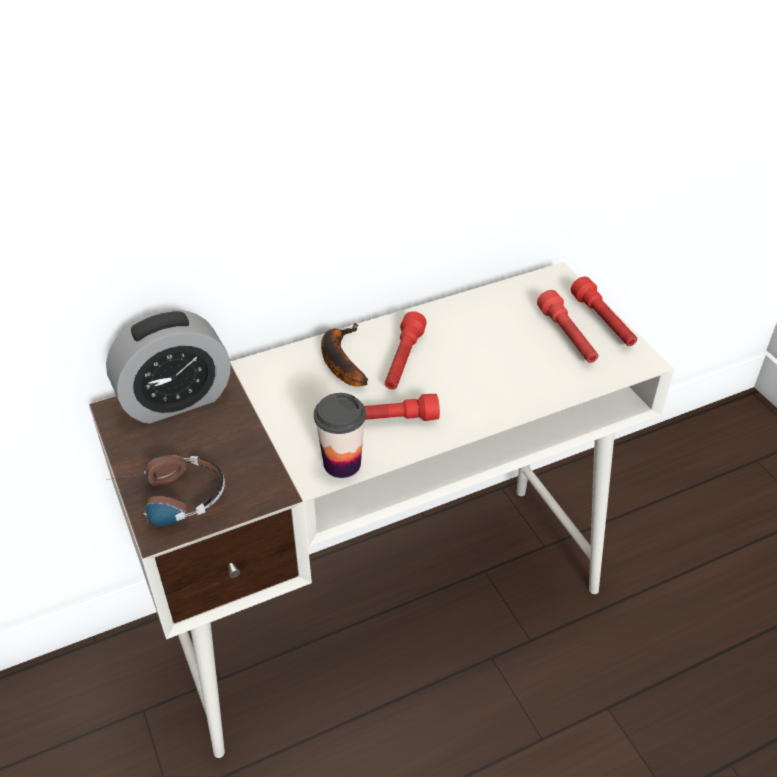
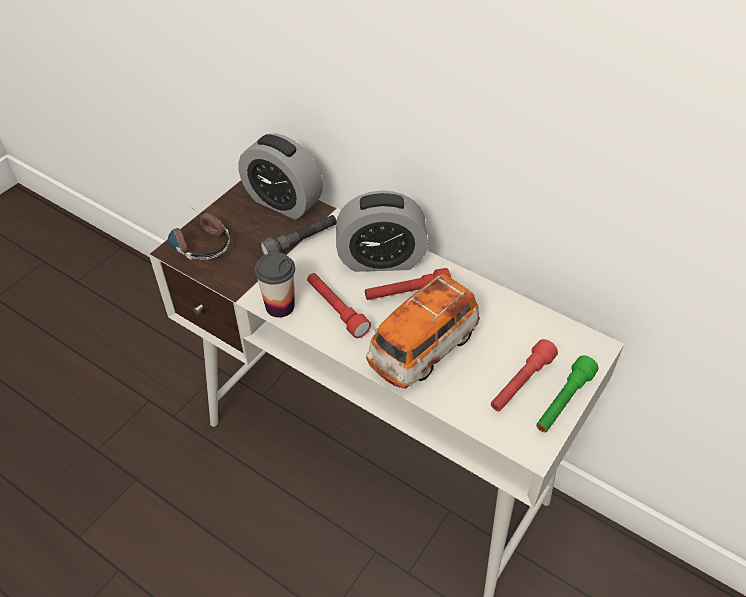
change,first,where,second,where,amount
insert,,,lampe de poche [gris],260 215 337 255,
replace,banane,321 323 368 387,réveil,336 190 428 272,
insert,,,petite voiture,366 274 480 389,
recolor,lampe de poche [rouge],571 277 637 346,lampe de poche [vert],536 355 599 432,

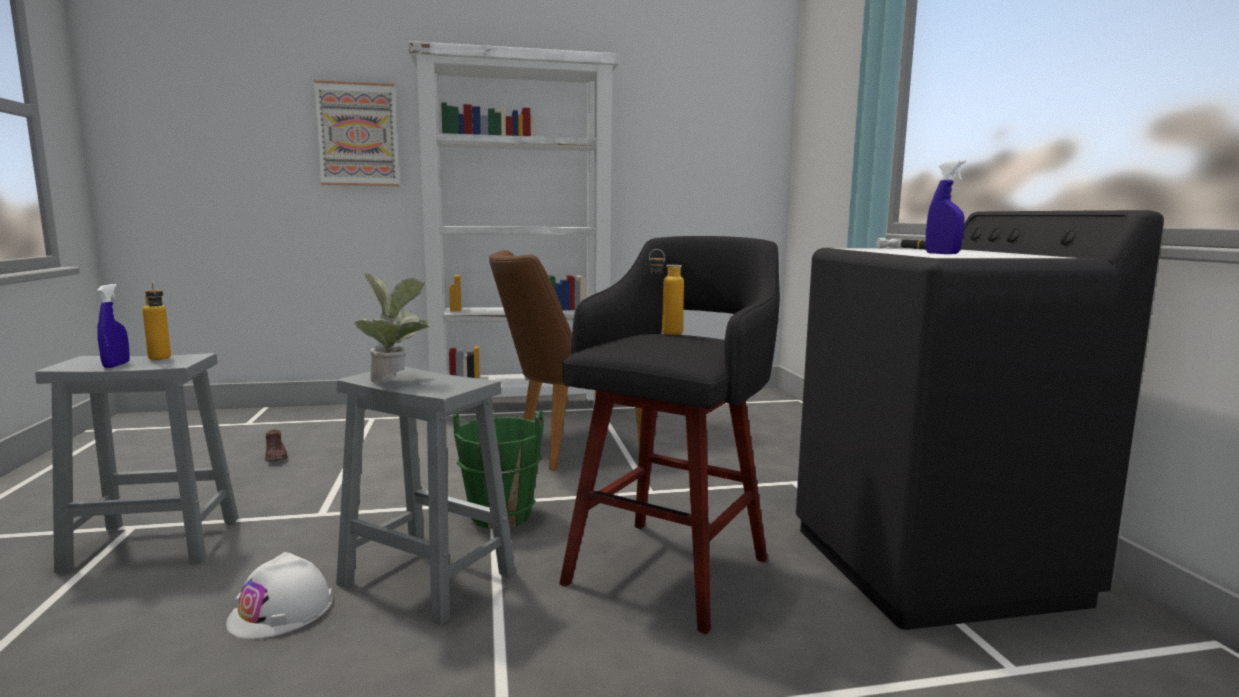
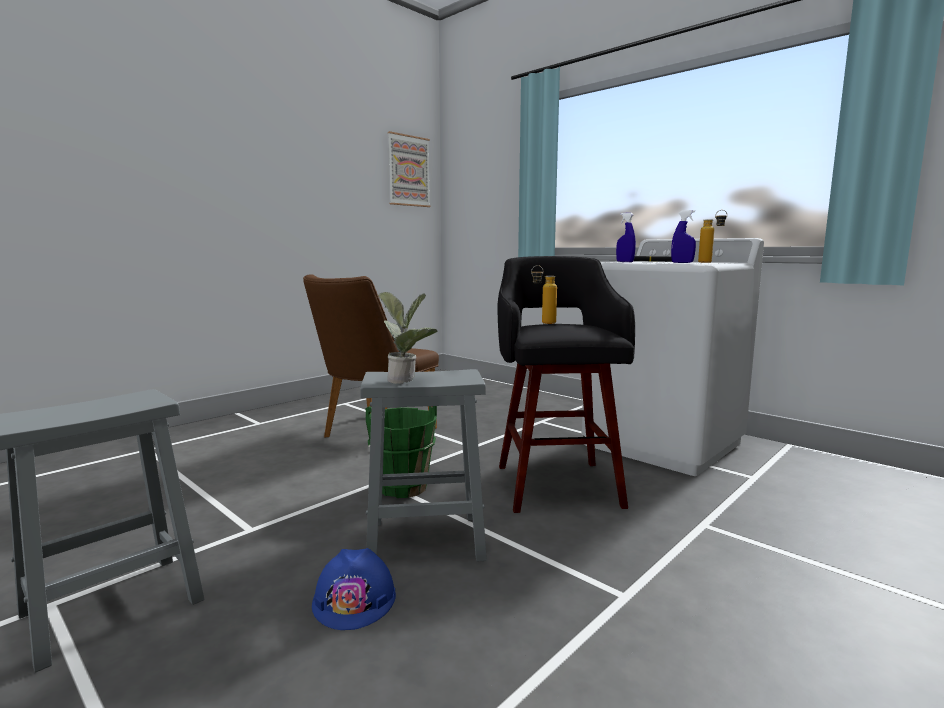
change,first,where,second,where,amount
recolor,casque de chantier [blanc],226 552 333 639,casque de chantier [bleu],312 548 396 630,
move,tableau,314 80 400 186,,388 131 431 207,
recolor,lave-linge [noir],796 210 1164 630,lave-linge [blanc],581 238 764 476,
move,vaporisateur [bleu],97 284 130 368,,616 213 636 262,
move,bouteille,142 281 171 360,,698 210 727 263,
delete,chaussure [marron],265 430 288 461,,,
delete,bibliothèque [blanc],409 41 619 418,,,

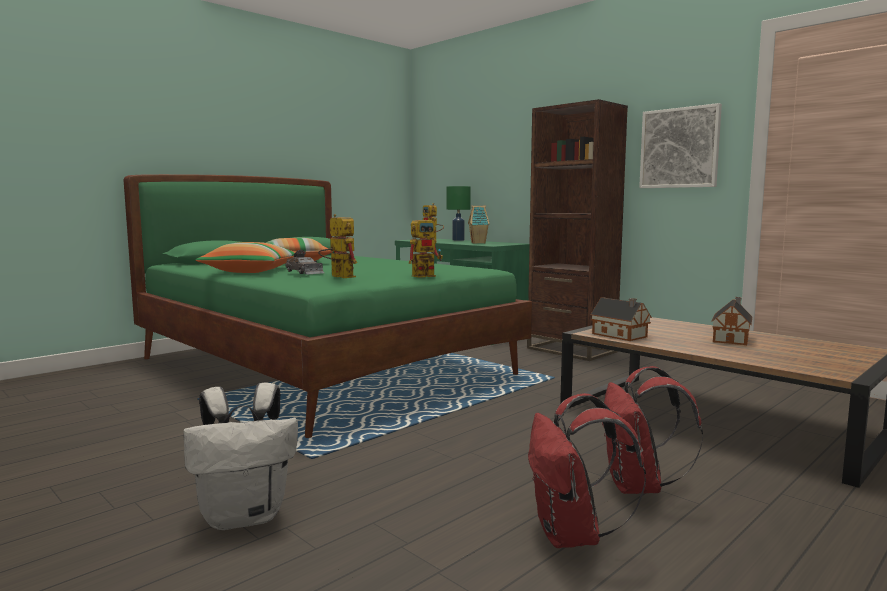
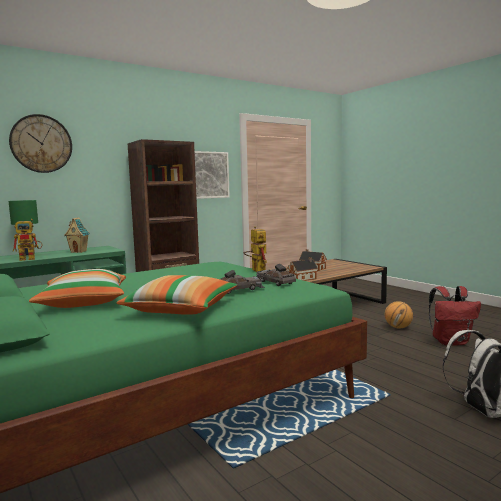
change,first,where,second,where,amount
insert,,,horloge murale,9 114 72 173,
replace,robot jouet,318 214 357 278,petite voiture [gris],257 264 296 286,
replace,sac à dos [rouge],602 366 703 494,ballon de basket,385 301 413 329,

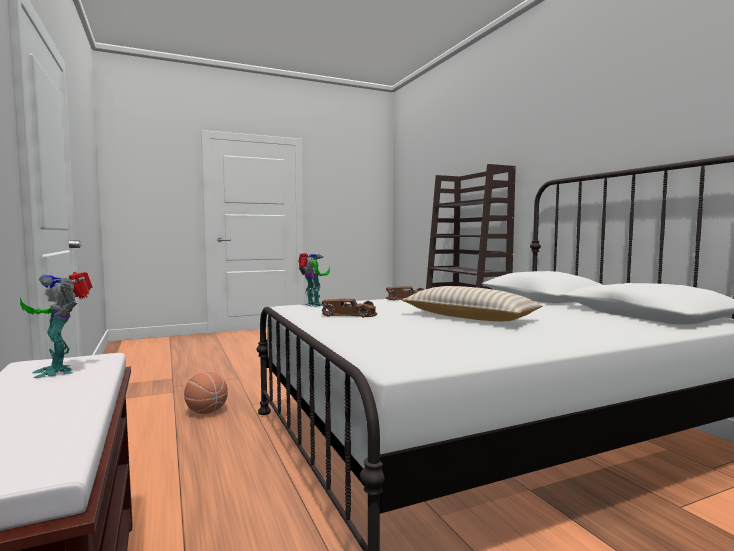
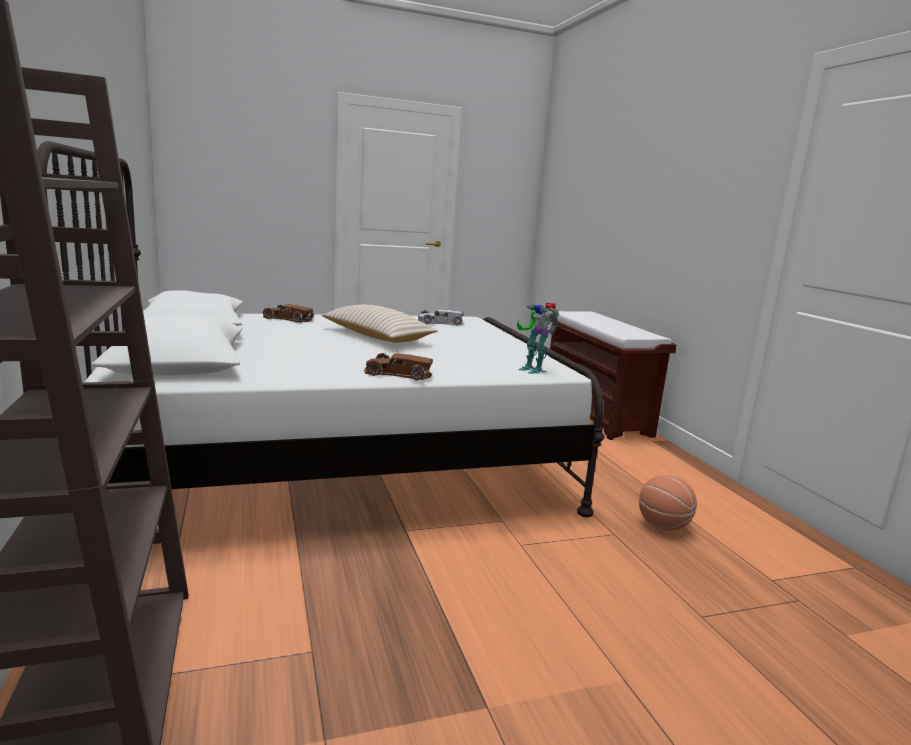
change,first,where,second,where,amount
move,petite voiture [marron],322 299 378 318,,263 304 314 323,
insert,,,petite voiture [blanc],417 309 464 326,
delete,robot jouet,20 272 93 378,,,

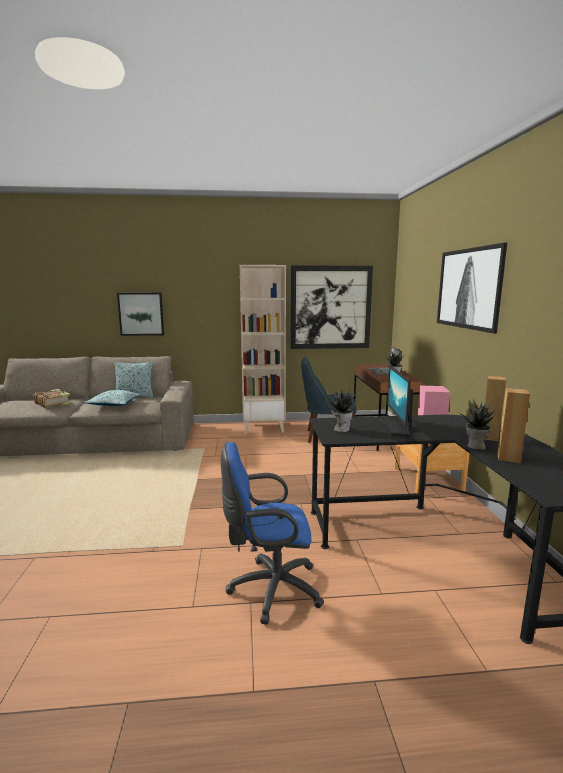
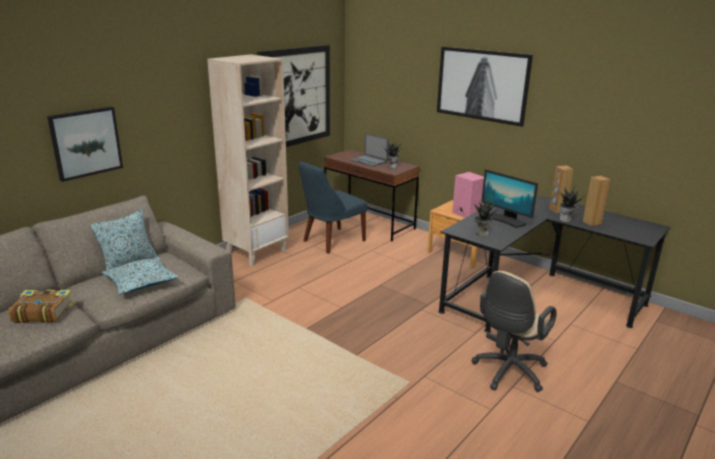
change,first,where,second,where,amount
recolor,chaise de bureau [bleu],221 442 324 624,chaise de bureau [beige],472 271 556 392,

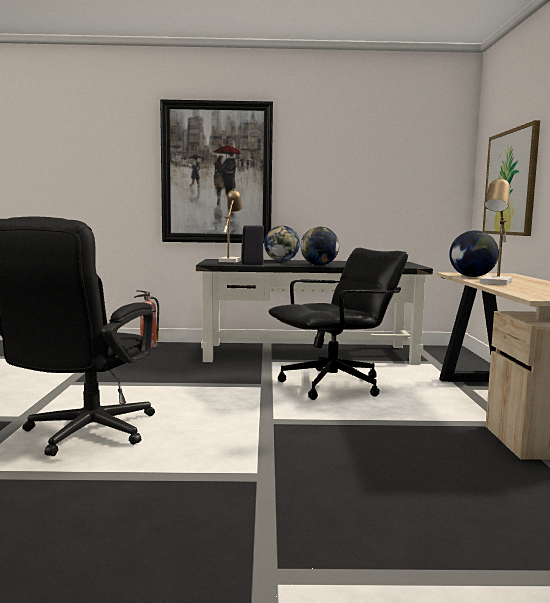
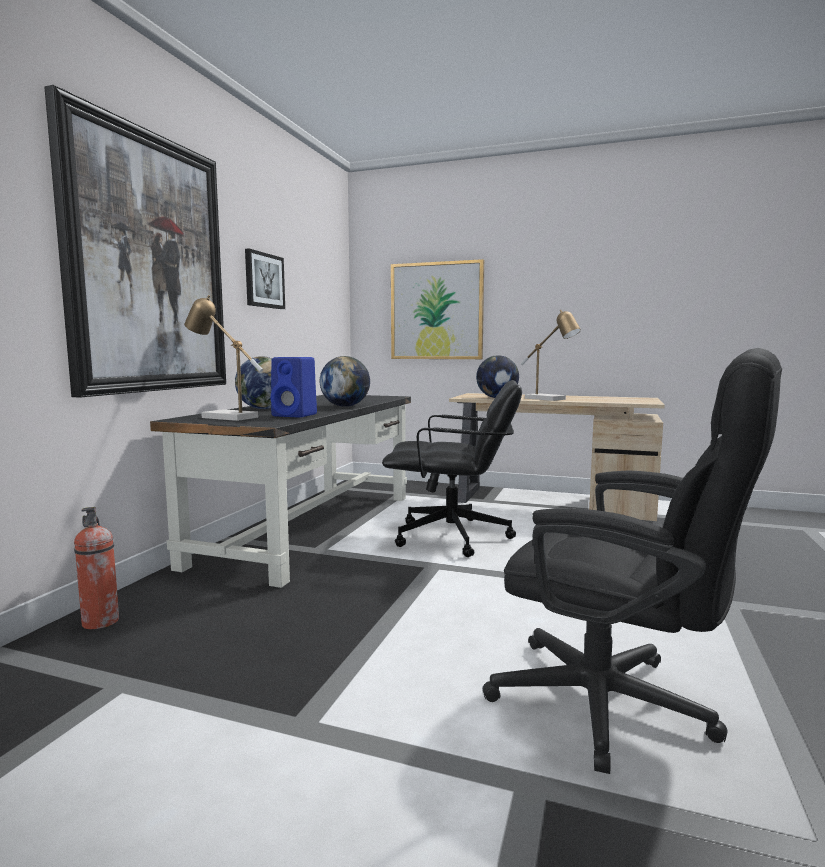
change,first,where,second,where,amount
insert,,,tableau,245 249 285 309,
recolor,enceinte [noir],241 225 264 265,enceinte [bleu],271 357 317 417,
rotate,chaise de bureau [noir],268 248 408 400,,382 380 522 557,105 degrees clockwise

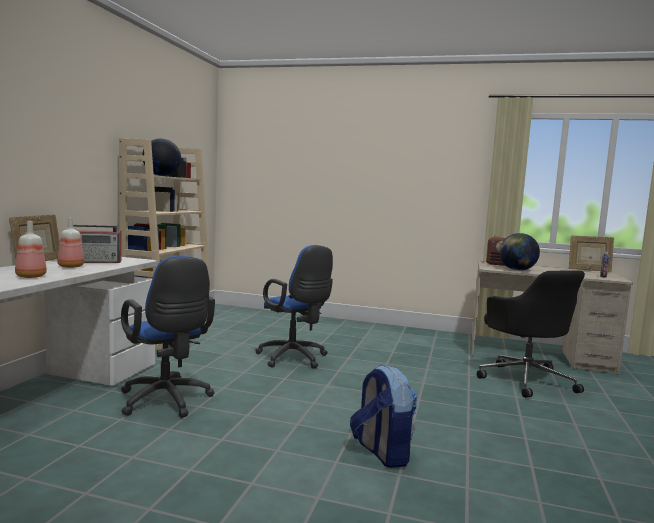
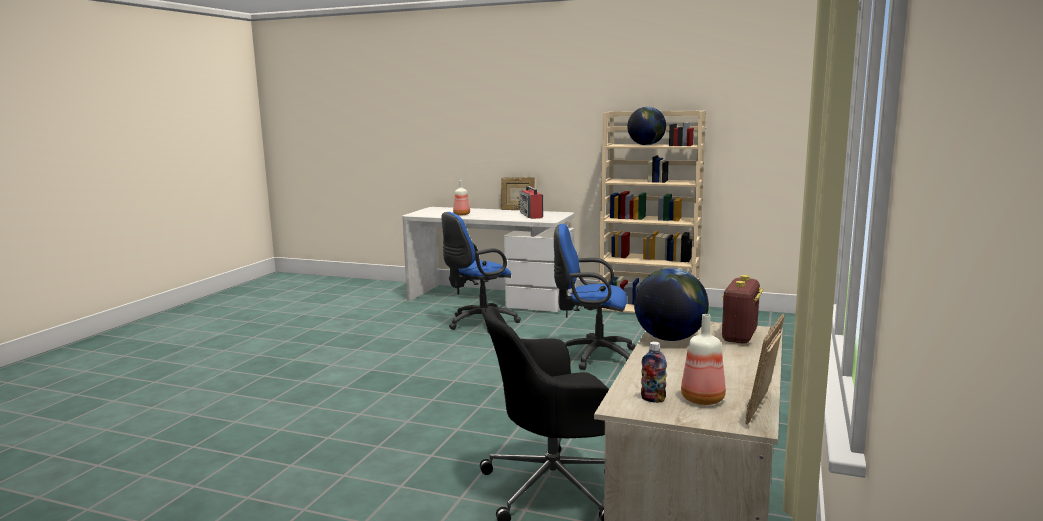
change,first,where,second,where,amount
rotate,chaise de bureau [bleu],255 245 333 369,,554 224 636 370,45 degrees clockwise
move,bouteille,57 217 84 268,,681 314 726 405,
delete,sac à dos,350 365 417 468,,,

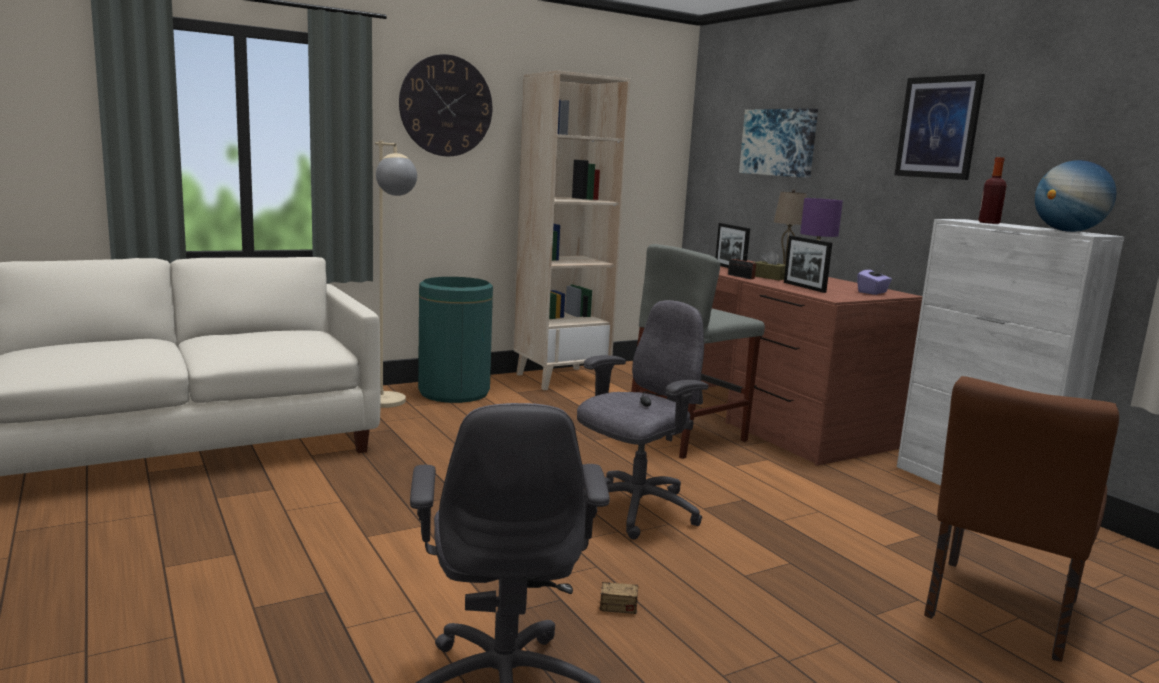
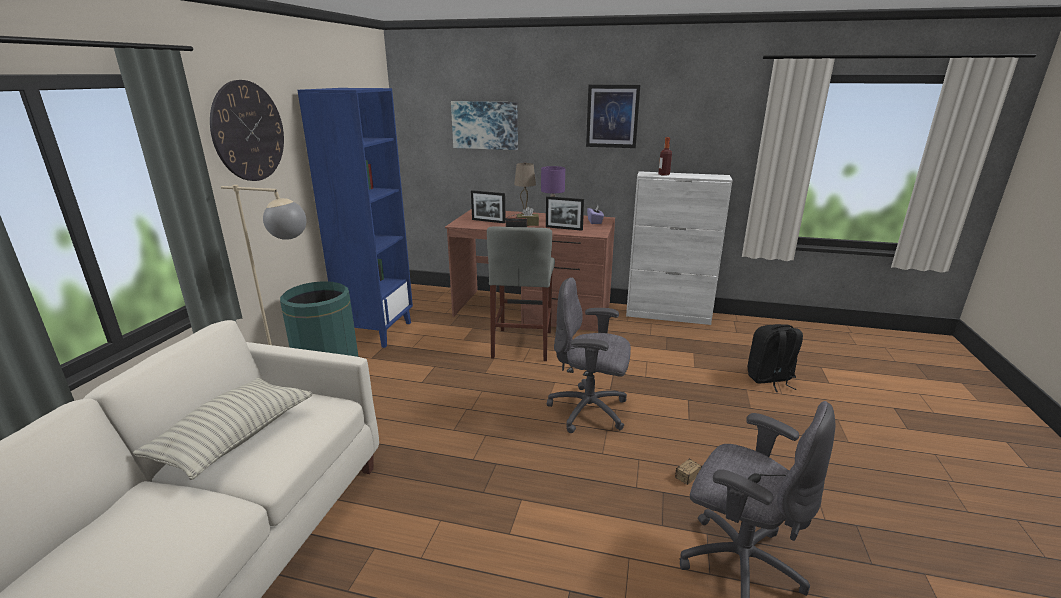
change,first,where,second,where,amount
insert,,,coussin,133 378 312 480,
recolor,bibliothèque [beige],514 71 630 390,bibliothèque [bleu],297 88 413 348,
rotate,chaise de bureau [gris],577 300 708 540,,547 278 631 433,75 degrees counterclockwise
replace,chaise [marron],924 376 1119 662,sac à dos [noir],748 324 803 392,
delete,globe,1035 160 1116 232,,,

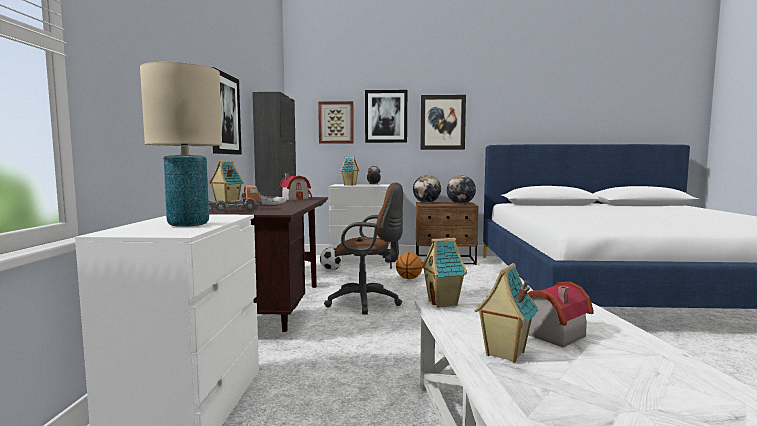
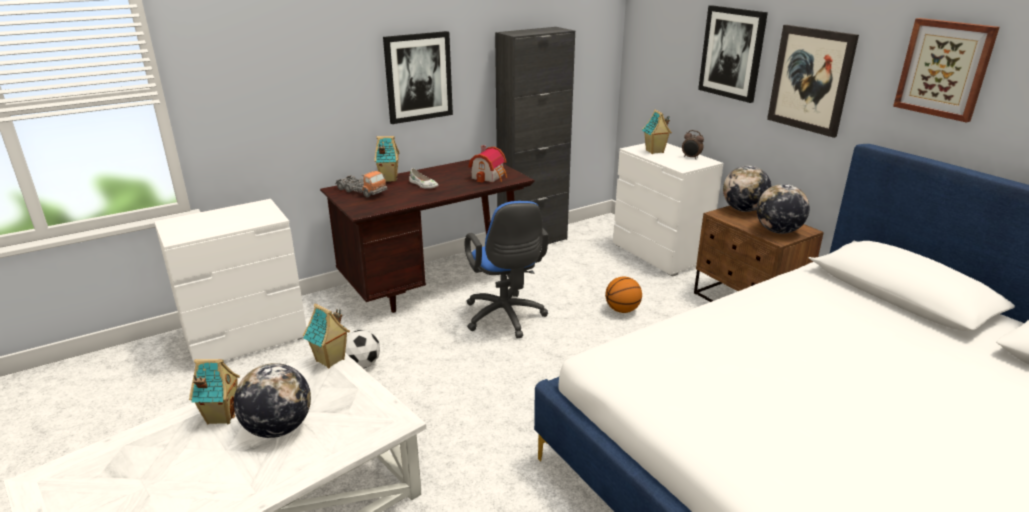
change,first,where,second,where,amount
replace,maison miniature,528 282 594 347,globe,234 363 311 438,
move,ballon de foot,320 247 343 270,,345 330 380 369,
recolor,chaise de bureau [marron],324 182 403 315,chaise de bureau [bleu],465 201 549 339,
move,tableau,318 101 354 144,,893 18 999 123,
delete,lampe de table [beige],140 62 222 227,,,

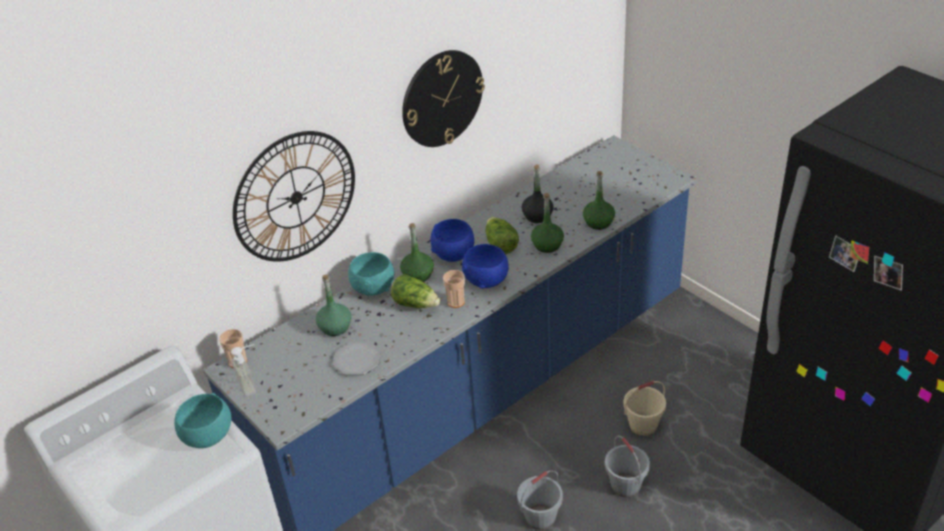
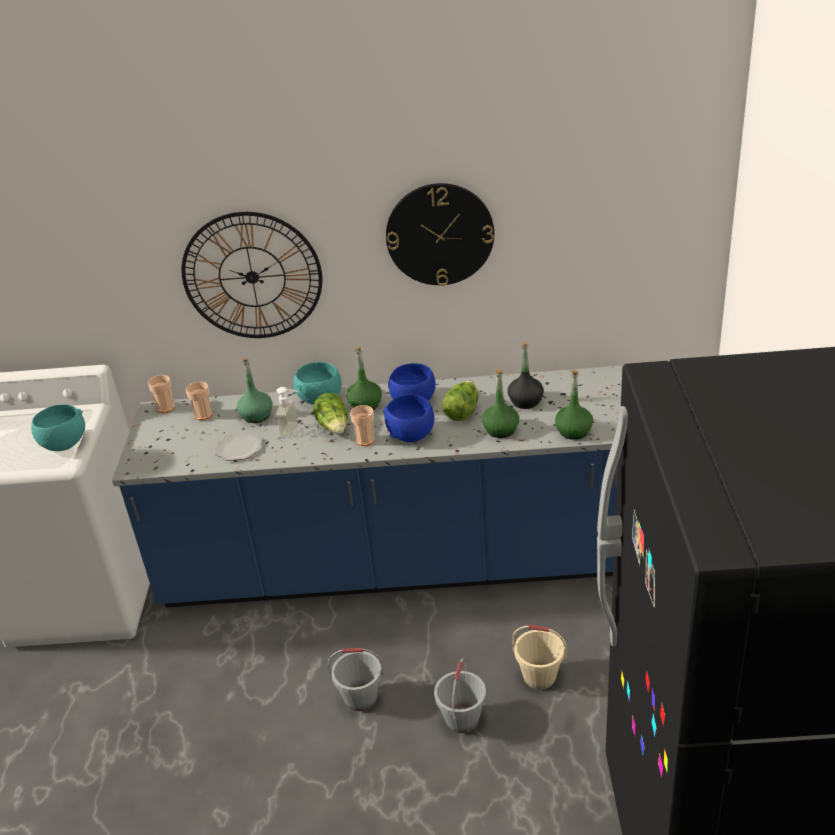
change,first,where,second,where,amount
insert,,,tasse,186 381 212 420,
move,distributeur de savon,231 344 256 397,,276 387 299 438,

